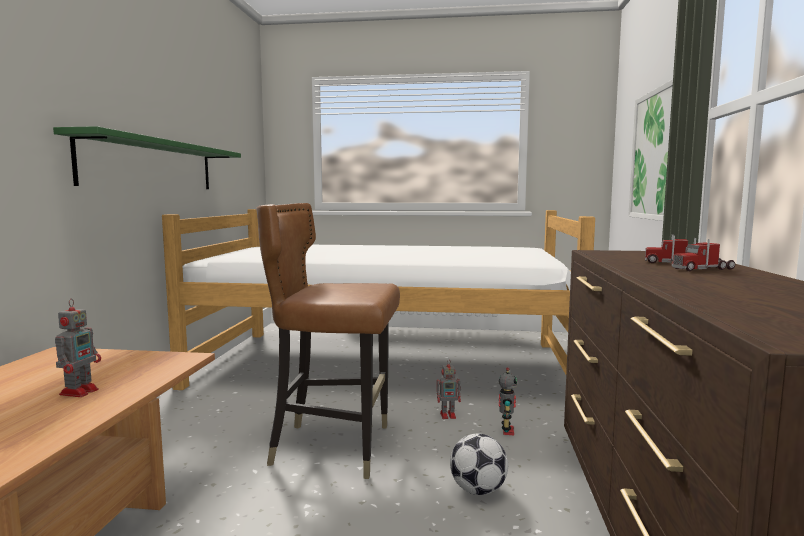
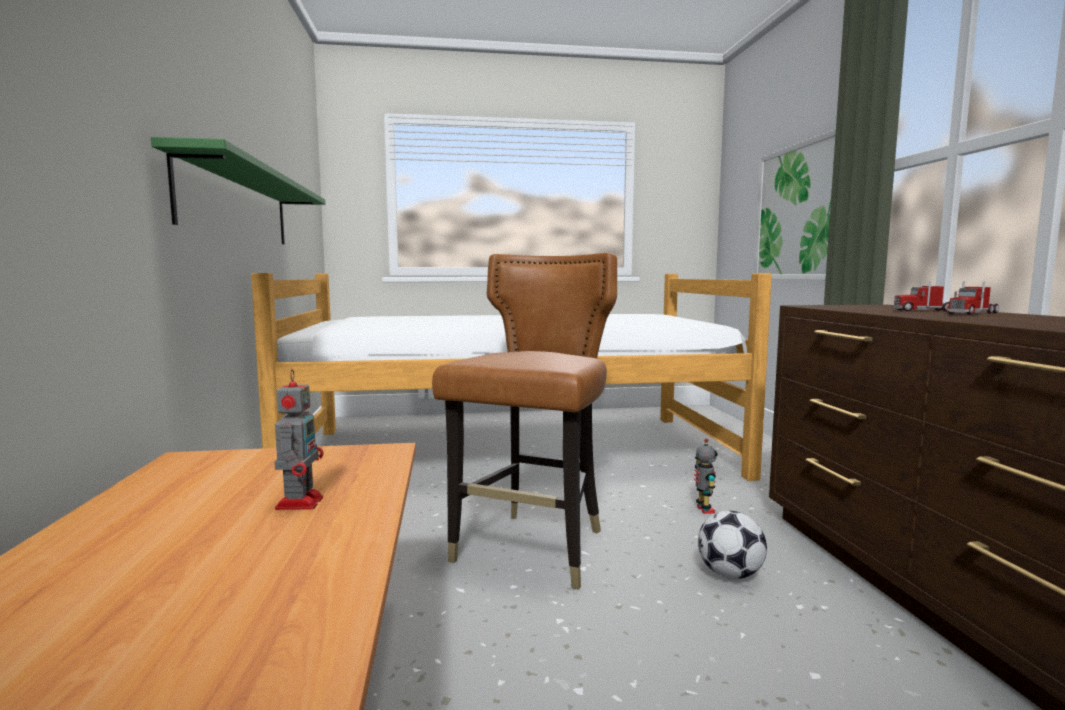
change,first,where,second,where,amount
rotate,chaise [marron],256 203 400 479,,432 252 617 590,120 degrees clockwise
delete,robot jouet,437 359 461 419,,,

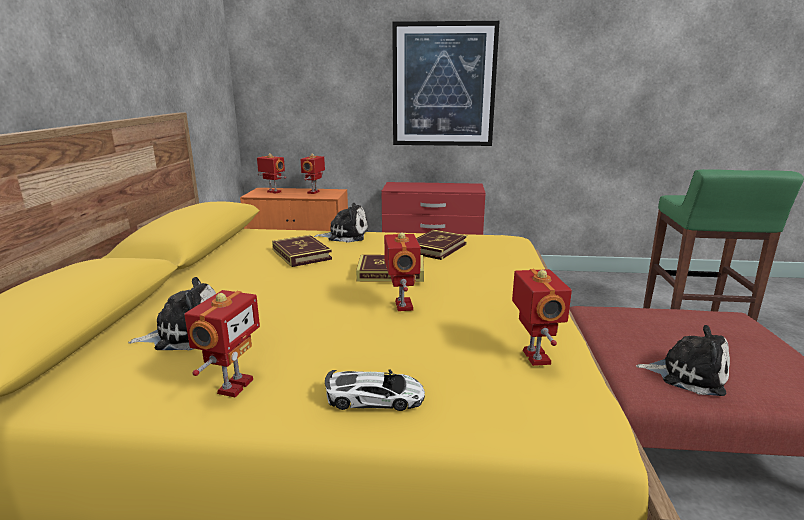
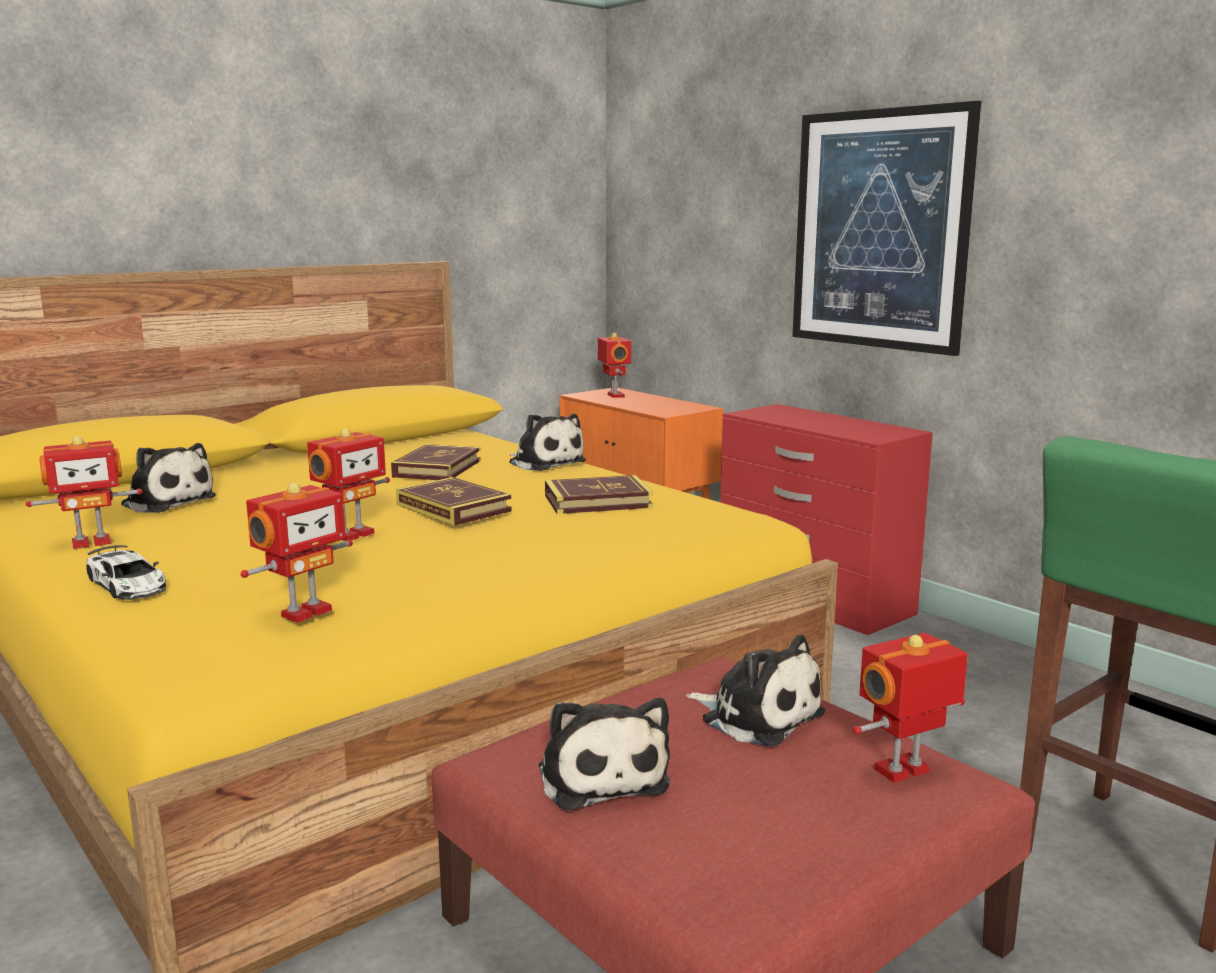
change,first,where,second,where,amount
insert,,,peluche,686 635 825 747,
move,robot jouet,300 154 325 194,,853 633 968 783,

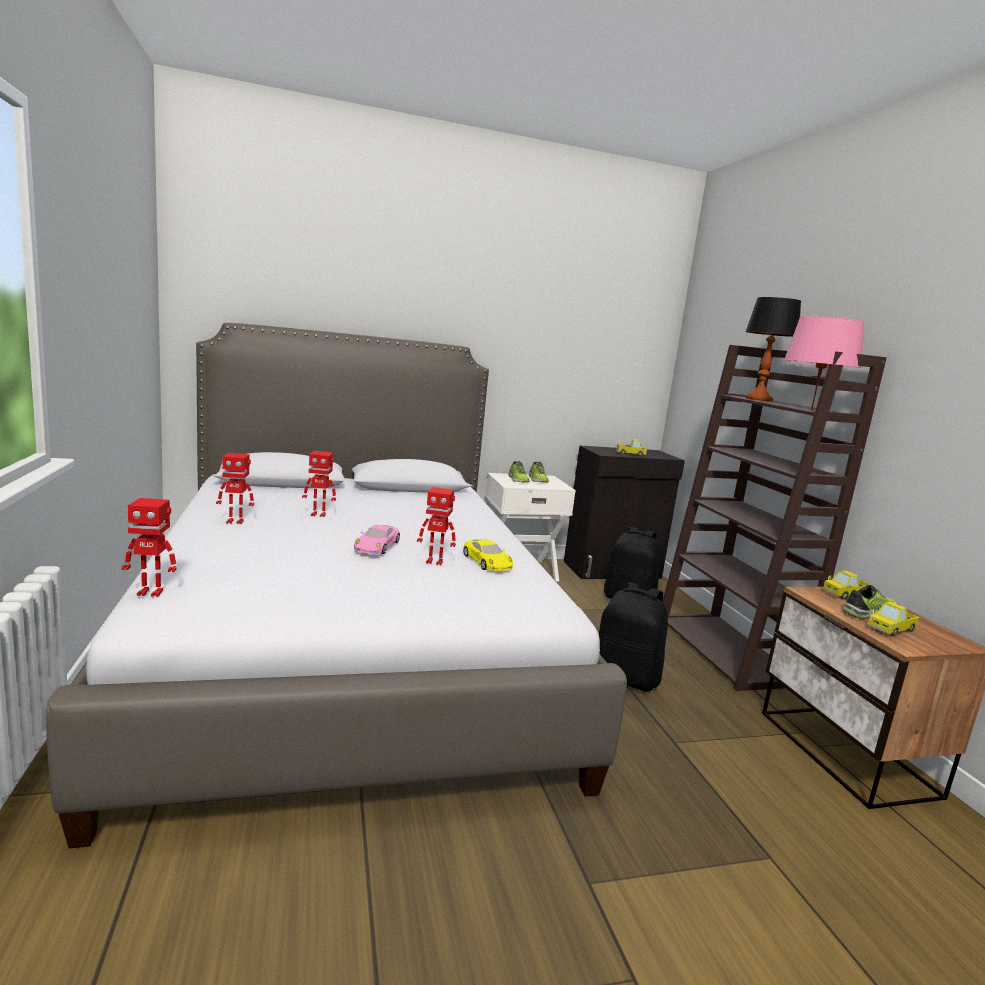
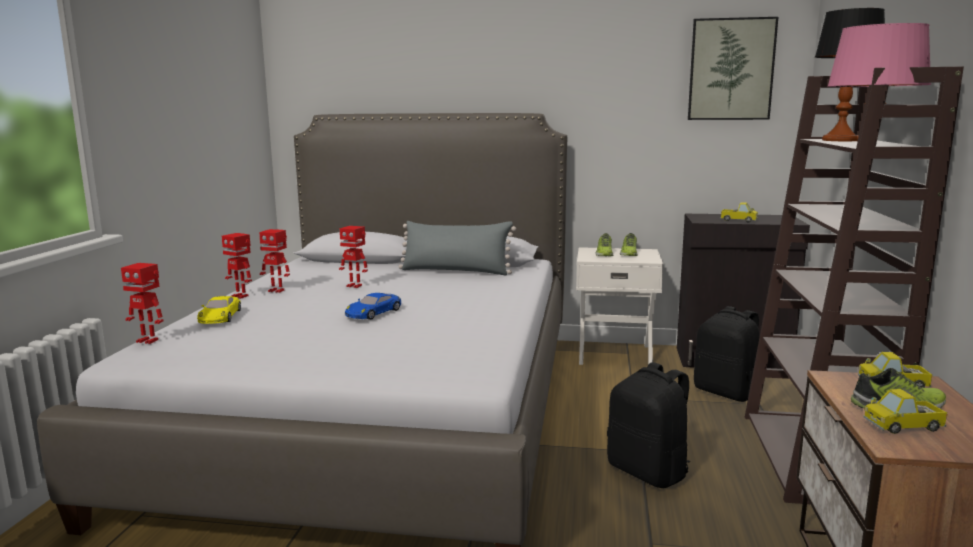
change,first,where,second,where,amount
move,petite voiture [jaune],463 539 513 571,,197 296 241 324,
move,robot jouet,417 487 456 565,,222 233 252 299,
recolor,petite voiture [rose],354 525 400 554,petite voiture [bleu],345 293 401 320,
insert,,,coussin [gris],398 221 516 276,
insert,,,tableau,688 17 778 120,

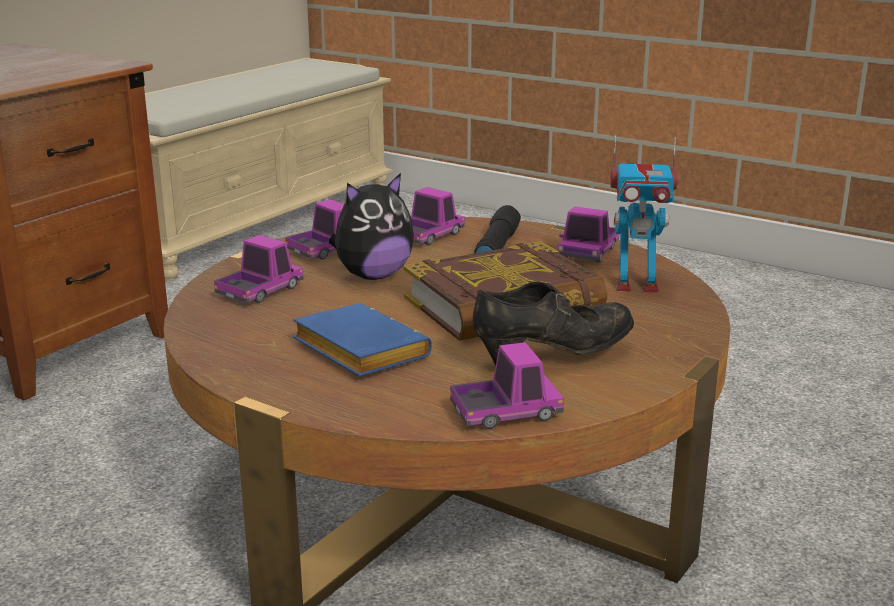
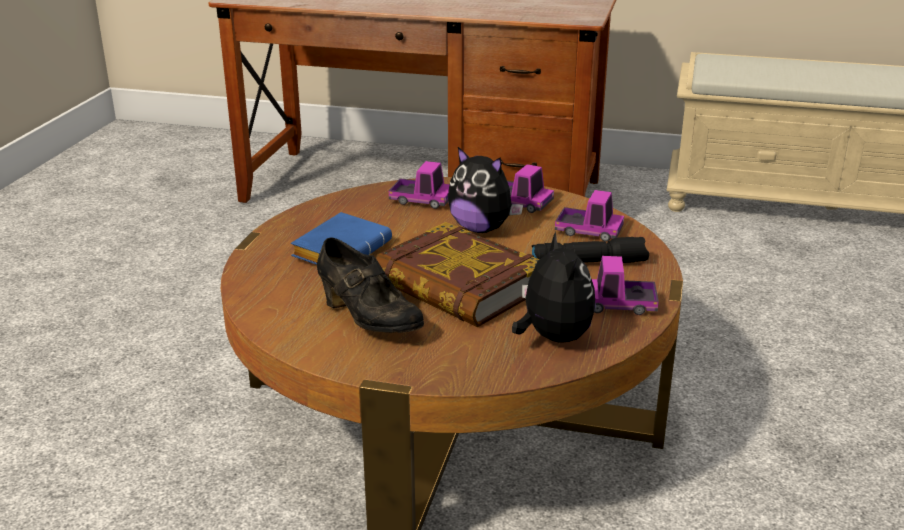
change,first,where,second,where,amount
replace,robot jouet,610 135 678 293,peluche,512 232 596 342,
delete,camion jouet,450 342 564 429,,,

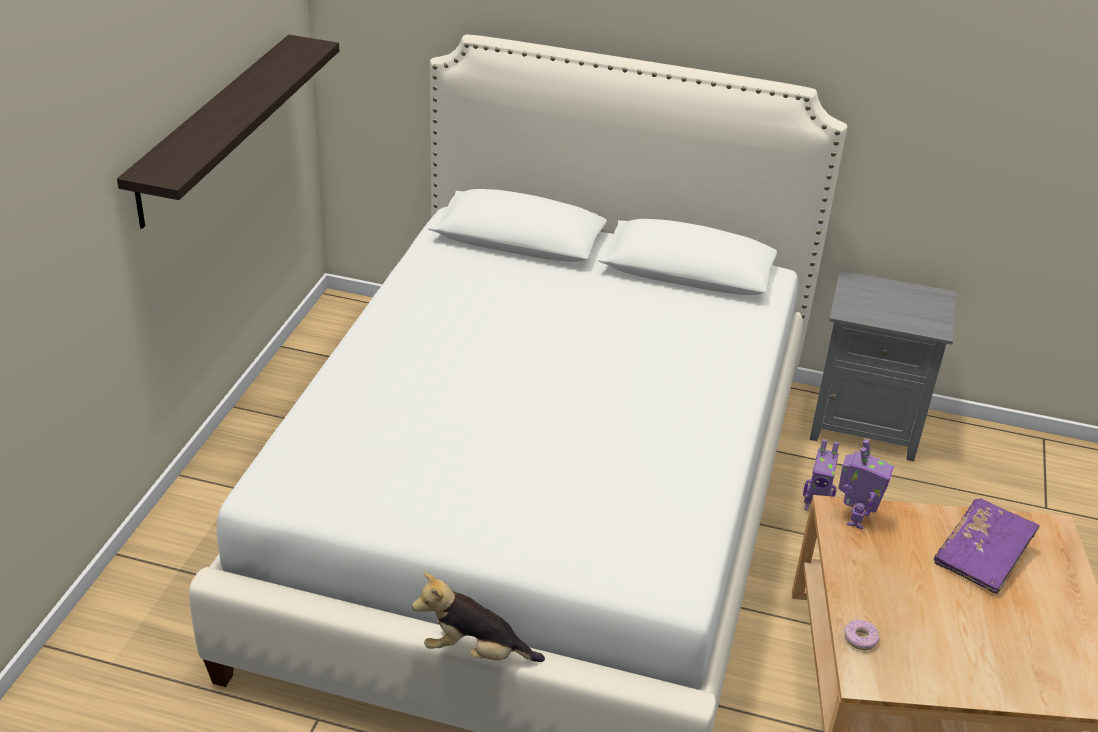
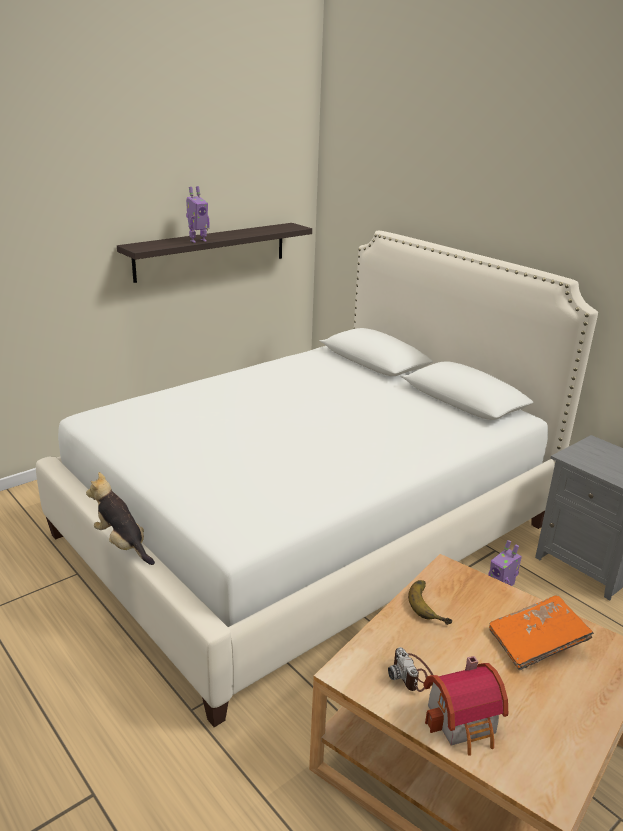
change,first,where,second,where,amount
move,robot jouet,838 439 894 529,,186 186 209 243,
insert,,,appareil photo,388 647 433 692,
insert,,,banane,408 580 452 625,
insert,,,maison miniature,423 656 508 756,
recolor,livre [violet],933 499 1040 594,livre [orange],489 595 594 670,
delete,beignet,844 620 880 650,,,

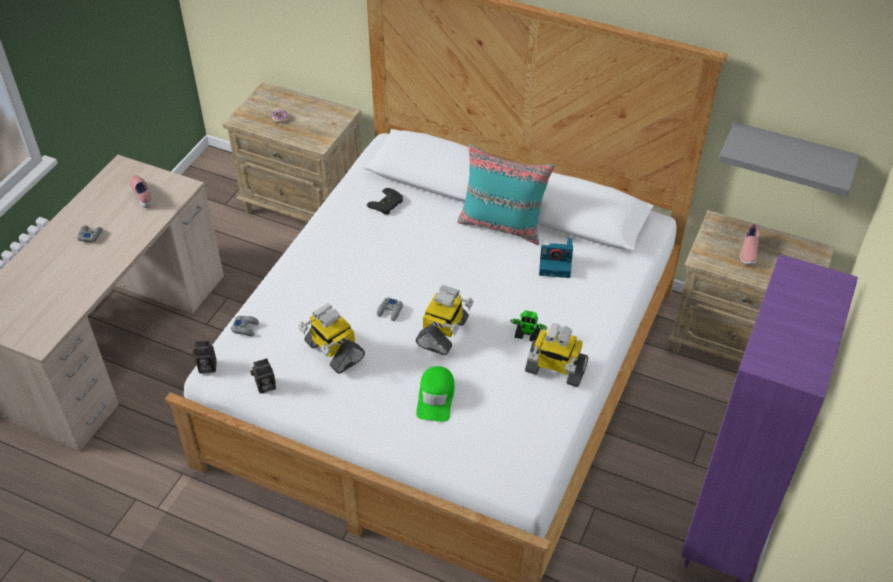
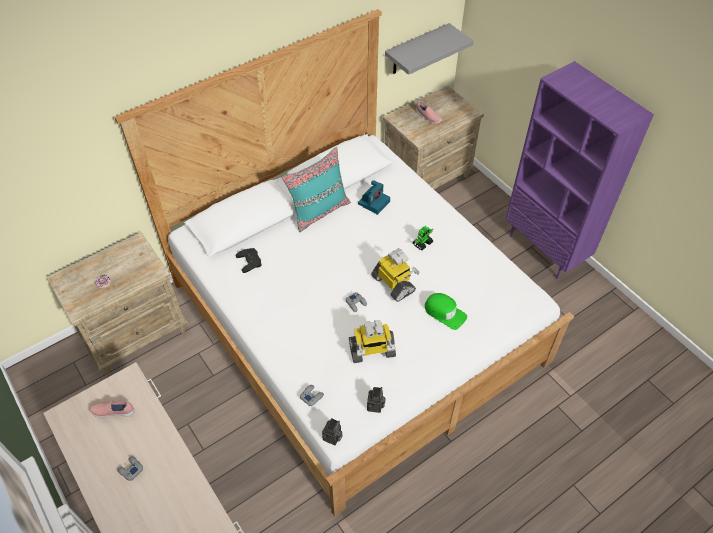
change,first,where,second,where,amount
delete,robot jouet,525 324 589 387,,,

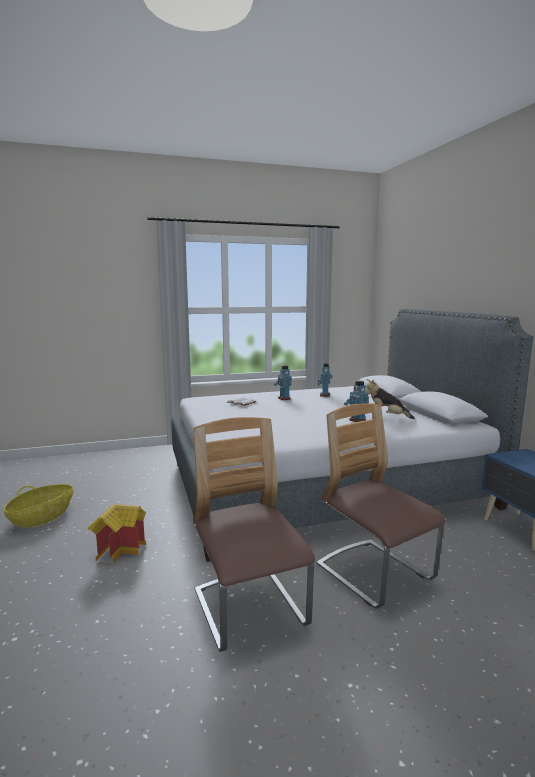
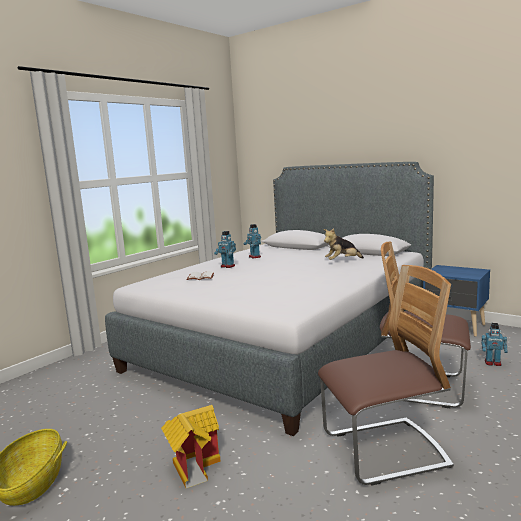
change,first,where,second,where,amount
rotate,chaise,193 417 315 652,,318 265 454 485,135 degrees clockwise
move,robot jouet,344 381 369 422,,481 323 508 366,

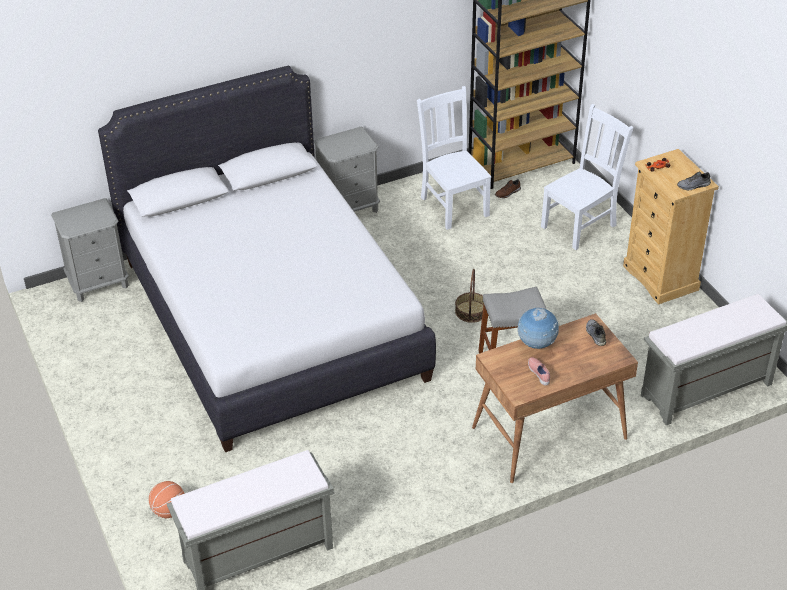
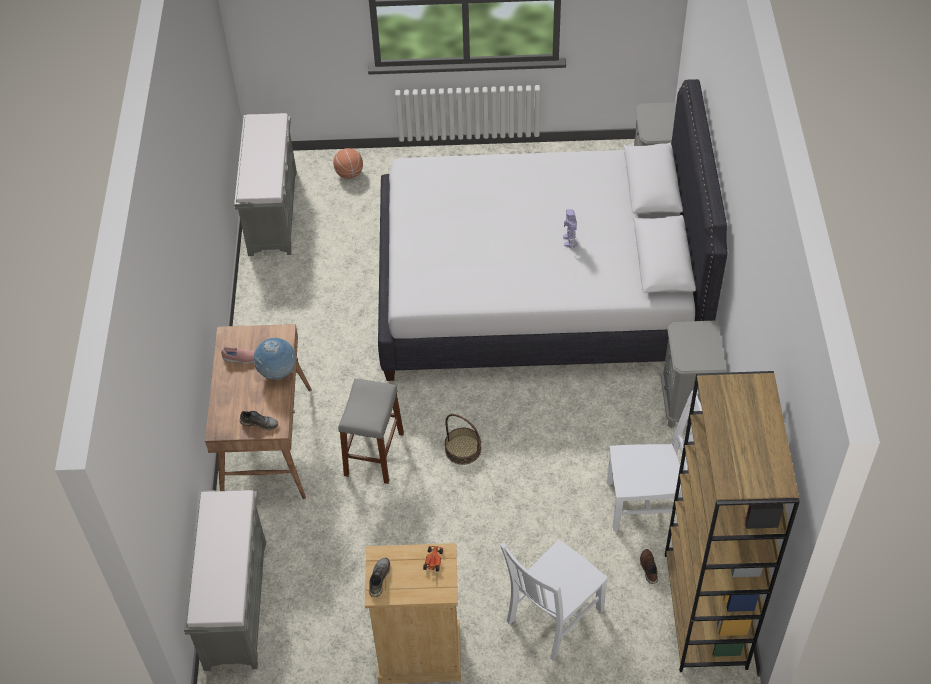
change,first,where,second,where,amount
rotate,chaise [blanc],541 104 633 250,,500 540 608 661,60 degrees clockwise
insert,,,robot jouet,563 209 577 250,

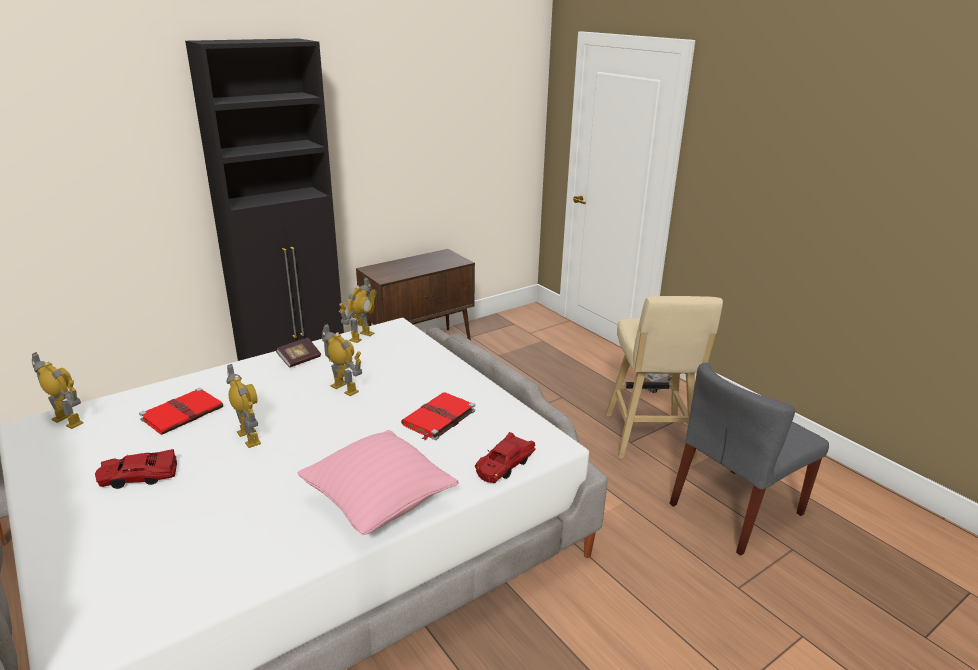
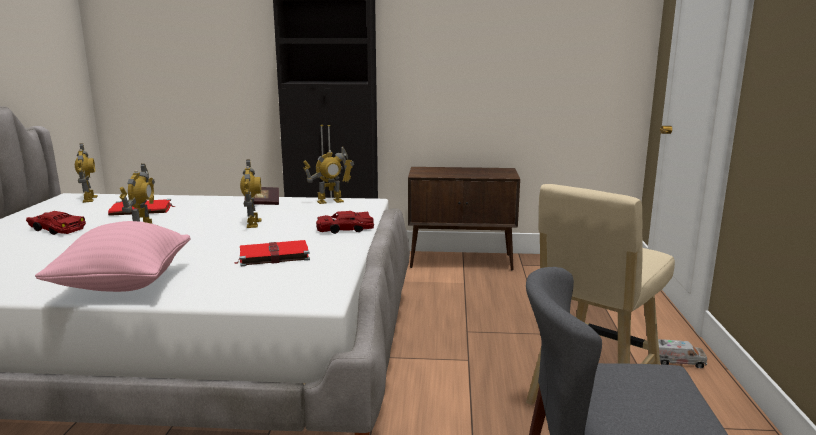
change,first,where,second,where,amount
move,petite voiture [rouge],474 432 536 483,,316 211 374 234,

